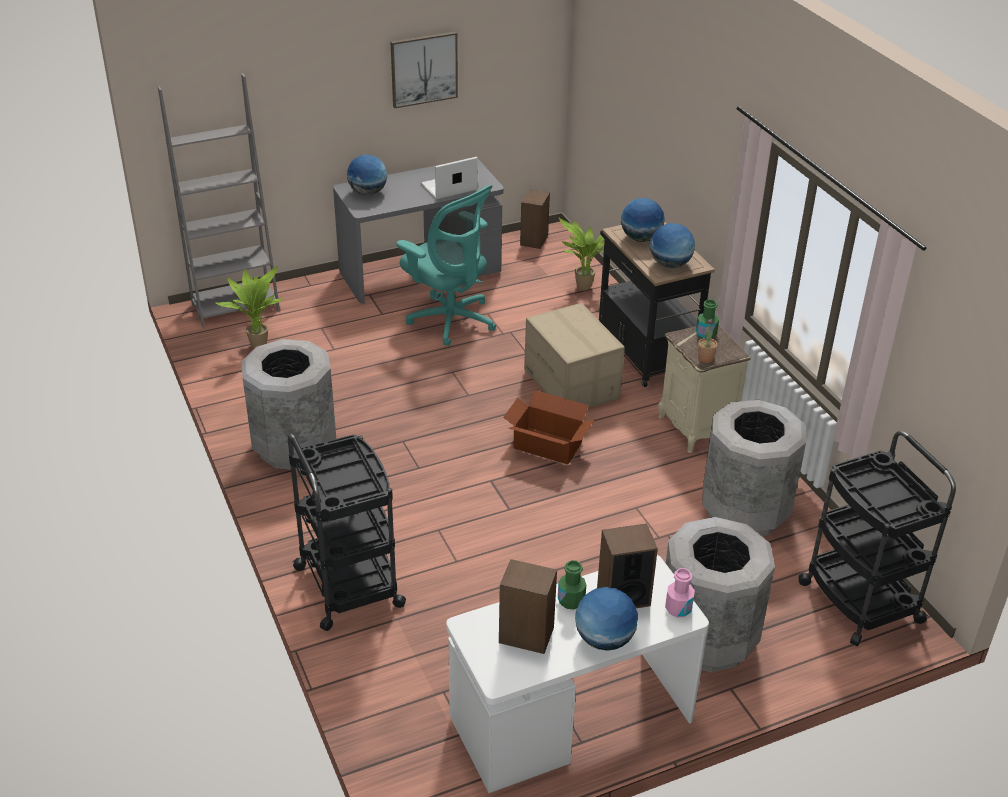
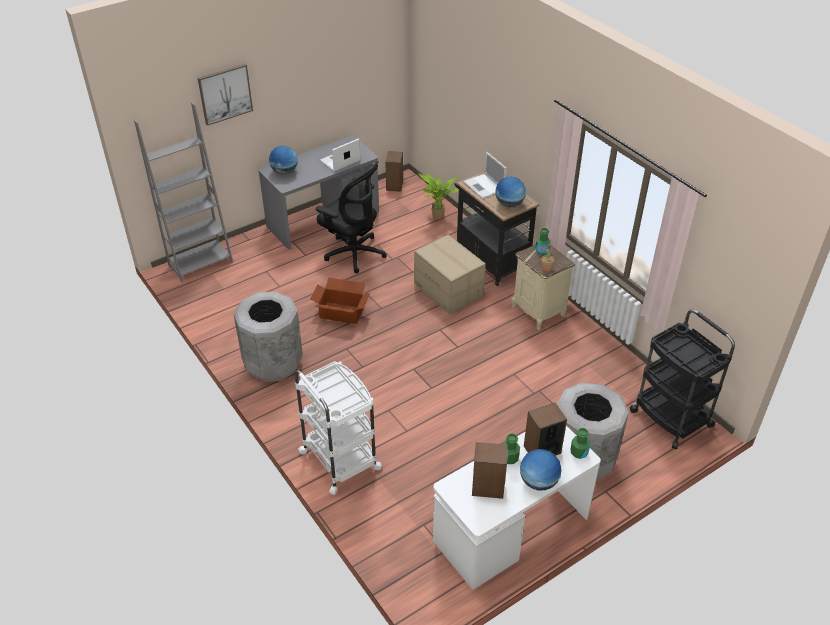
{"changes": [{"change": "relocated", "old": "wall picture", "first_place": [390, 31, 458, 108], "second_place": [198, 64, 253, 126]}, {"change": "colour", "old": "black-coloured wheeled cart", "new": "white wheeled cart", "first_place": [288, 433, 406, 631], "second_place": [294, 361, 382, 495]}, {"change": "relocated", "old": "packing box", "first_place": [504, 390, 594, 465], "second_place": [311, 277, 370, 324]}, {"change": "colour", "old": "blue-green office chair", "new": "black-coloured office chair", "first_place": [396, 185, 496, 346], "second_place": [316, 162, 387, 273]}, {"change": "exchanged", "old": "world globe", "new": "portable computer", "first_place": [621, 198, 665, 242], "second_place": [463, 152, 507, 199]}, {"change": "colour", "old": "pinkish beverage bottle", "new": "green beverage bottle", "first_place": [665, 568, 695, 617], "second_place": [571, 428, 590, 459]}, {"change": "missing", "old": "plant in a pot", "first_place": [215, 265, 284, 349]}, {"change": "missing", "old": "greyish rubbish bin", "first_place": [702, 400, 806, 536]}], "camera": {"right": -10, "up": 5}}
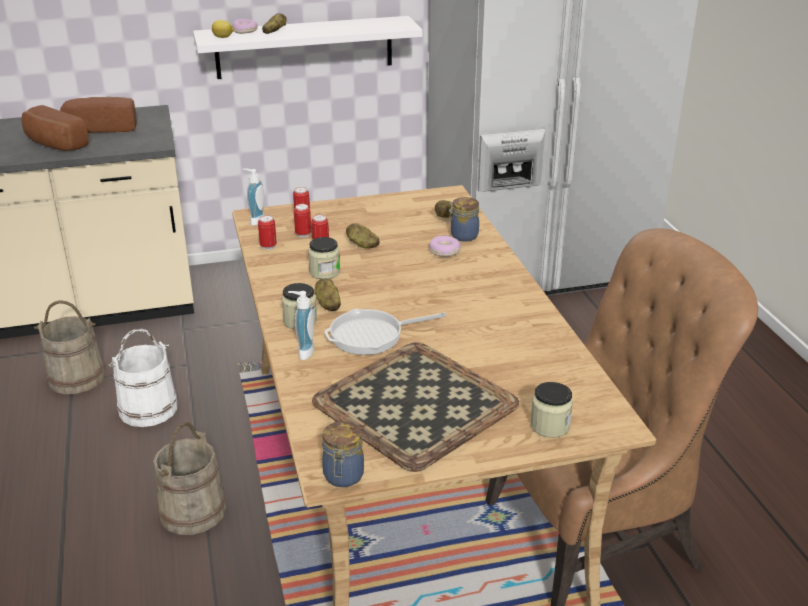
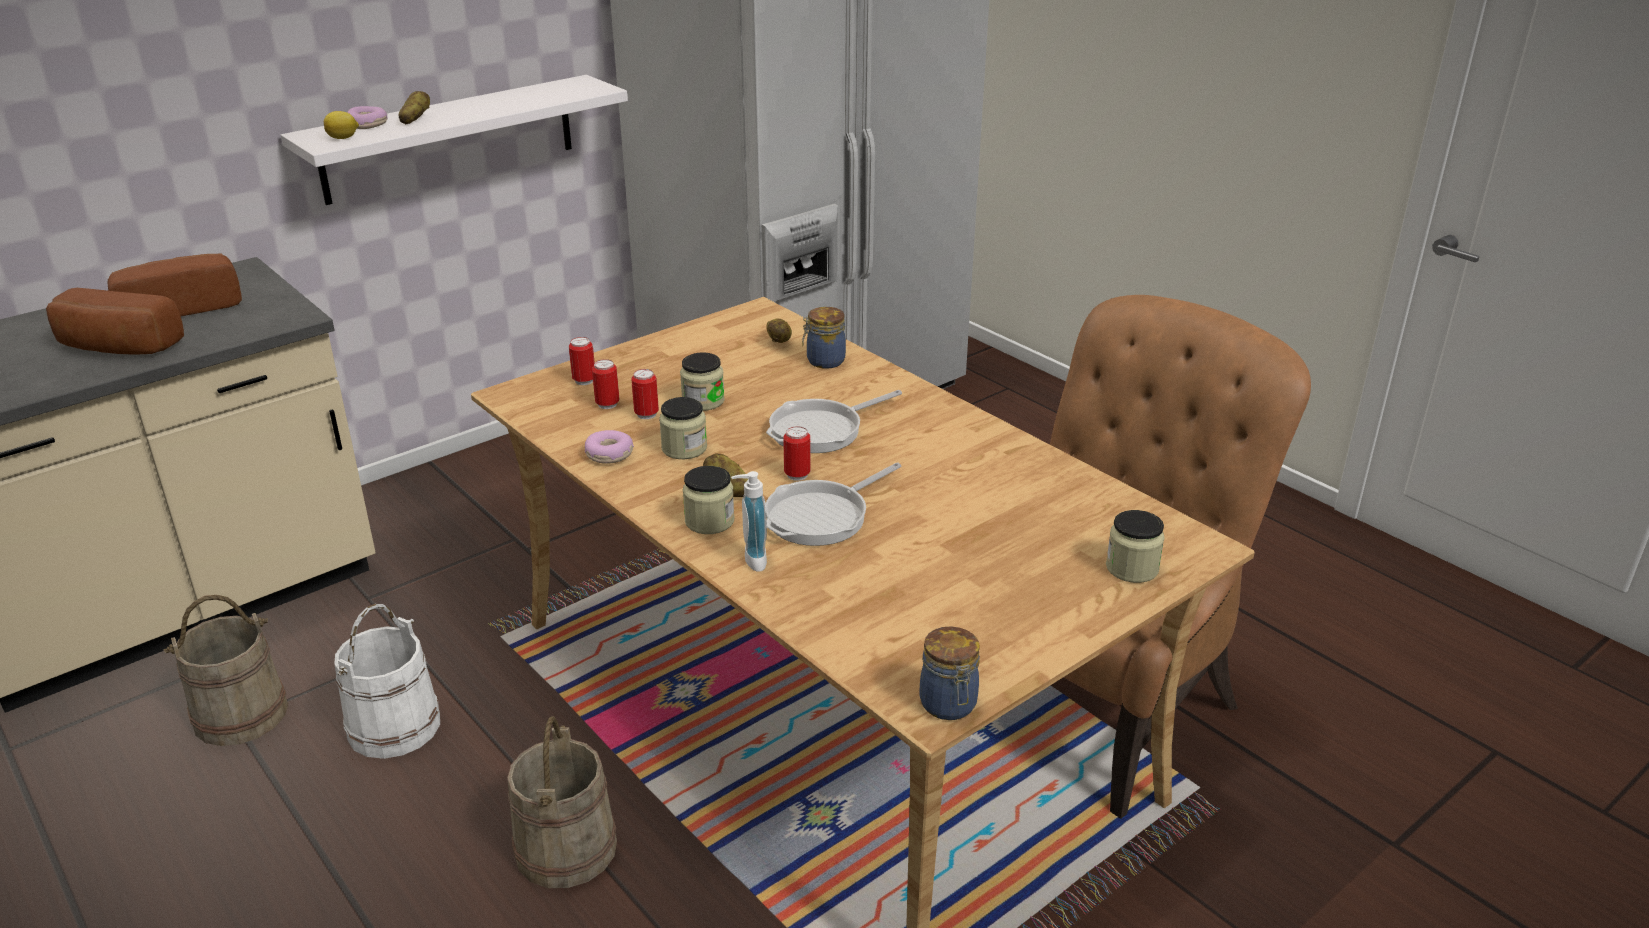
{"changes": [{"change": "relocated", "old": "doughnut", "first_place": [429, 236, 461, 257], "second_place": [585, 430, 634, 464]}, {"change": "exchanged", "old": "potato", "new": "storage jar", "first_place": [346, 223, 380, 248], "second_place": [680, 352, 725, 411]}, {"change": "appeared", "new": "frying pan", "second_place": [766, 390, 902, 453]}, {"change": "relocated", "old": "can", "first_place": [258, 215, 277, 250], "second_place": [783, 426, 811, 481]}, {"change": "missing", "old": "soap dispenser", "first_place": [243, 168, 265, 226]}, {"change": "missing", "old": "tray", "first_place": [312, 342, 519, 472]}], "camera": {"right": -25, "up": 0}}
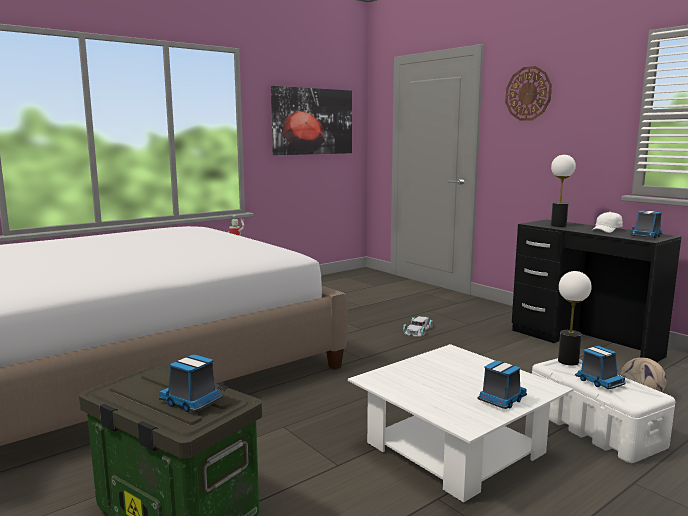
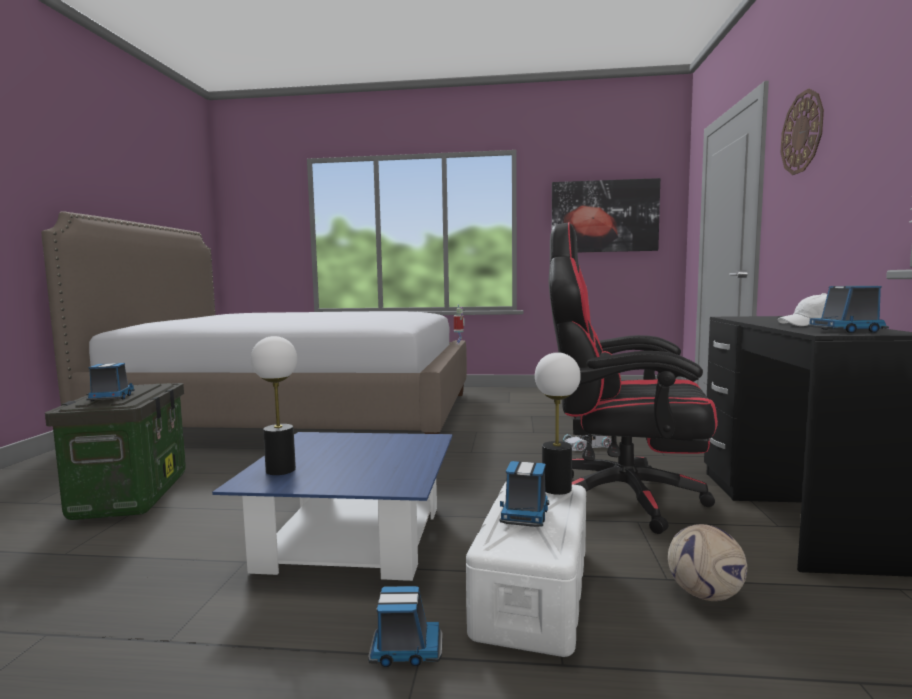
{"changes": [{"change": "colour", "old": "white low table", "new": "blue low table", "first_place": [348, 344, 573, 502], "second_place": [212, 432, 453, 581]}, {"change": "relocated", "old": "table lamp", "first_place": [551, 155, 576, 227], "second_place": [251, 336, 297, 475]}, {"change": "relocated", "old": "toy lorry", "first_place": [477, 360, 527, 409], "second_place": [368, 586, 443, 667]}, {"change": "appeared", "new": "black-coloured office chair", "second_place": [549, 222, 718, 534]}], "camera": {"right": 45, "up": -5}}
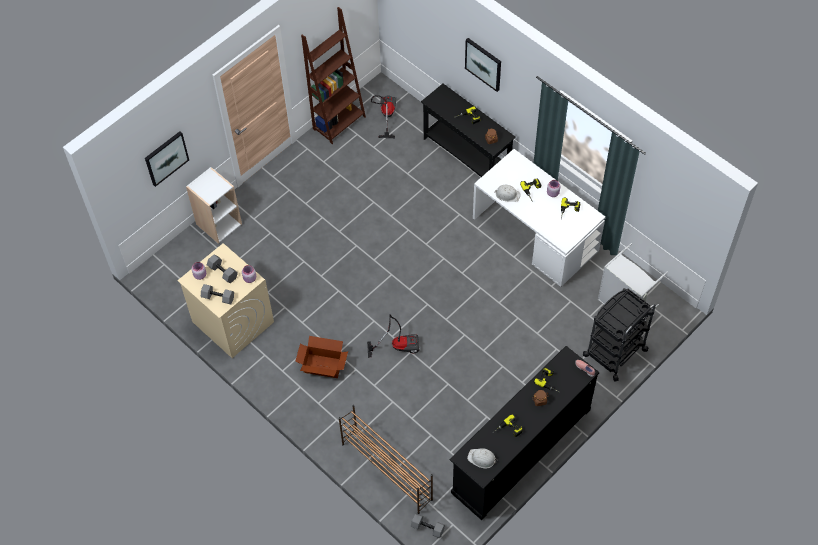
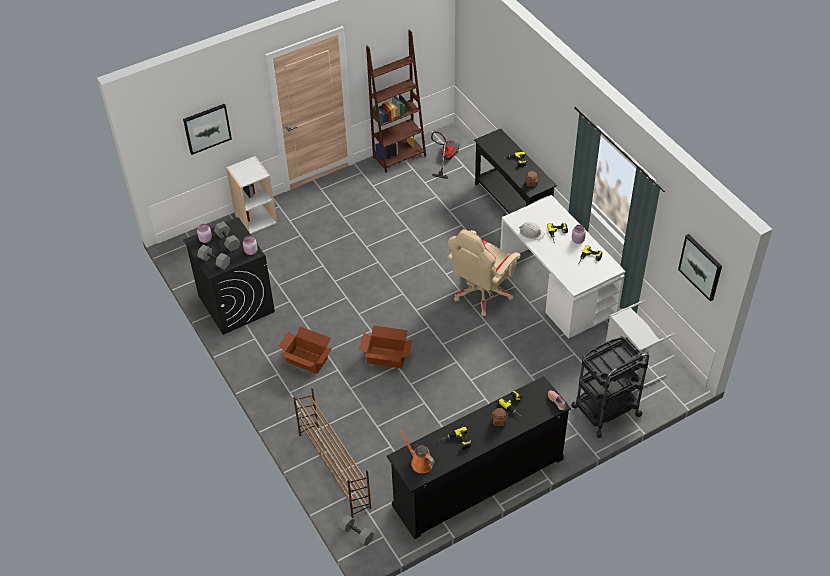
{"changes": [{"change": "colour", "old": "beige laundry machine", "new": "black-coloured laundry machine", "first_place": [177, 243, 274, 358], "second_place": [183, 217, 275, 335]}, {"change": "exchanged", "old": "vacuum", "new": "packing box", "first_place": [367, 314, 420, 358], "second_place": [359, 325, 413, 369]}, {"change": "exchanged", "old": "white work helmet", "new": "orange watering can", "first_place": [467, 448, 496, 468], "second_place": [399, 430, 435, 473]}, {"change": "appeared", "new": "beige office chair", "second_place": [447, 229, 521, 316]}, {"change": "relocated", "old": "wall picture", "first_place": [465, 38, 501, 92], "second_place": [678, 234, 722, 301]}], "camera": {"right": 15, "up": -10}}
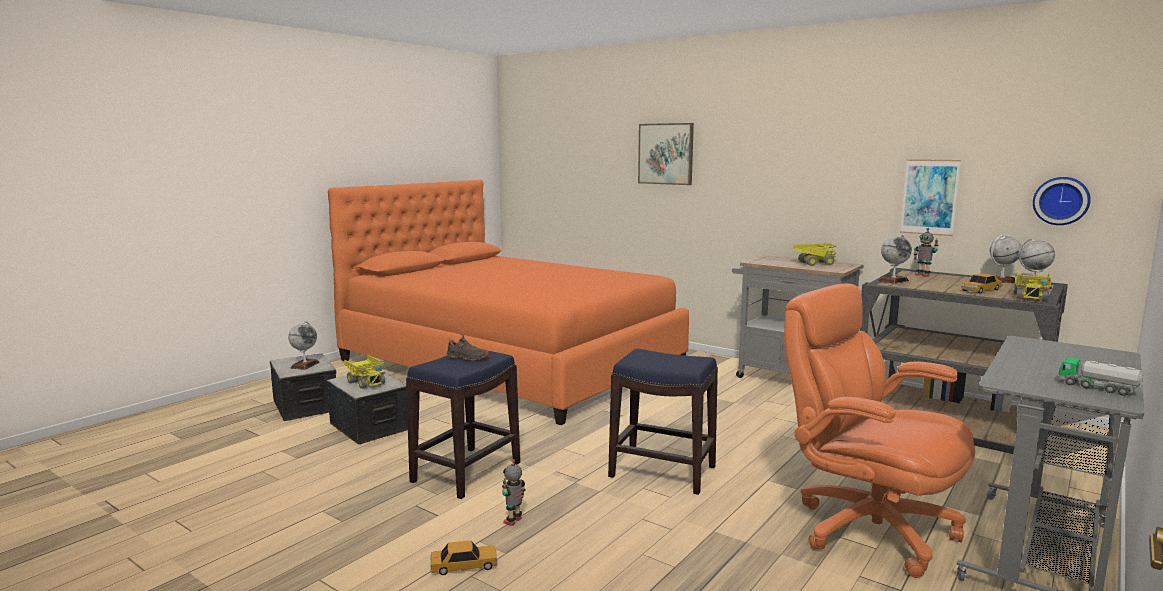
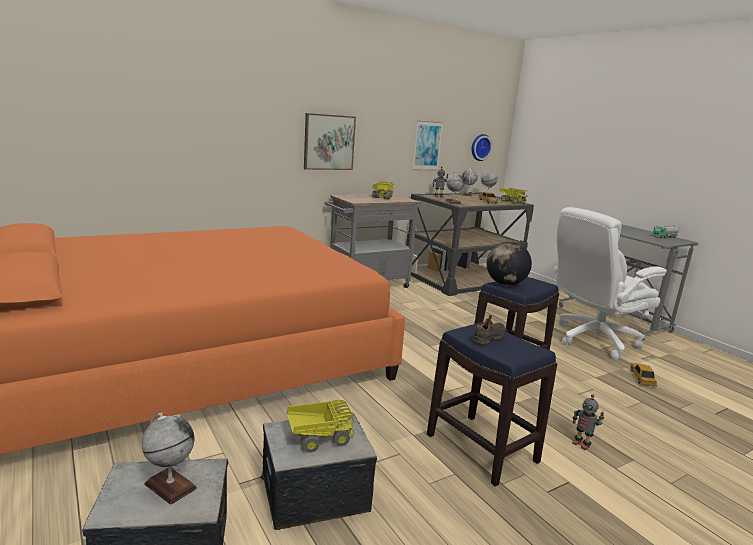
{"changes": [{"change": "relocated", "old": "wall picture", "first_place": [638, 123, 694, 185], "second_place": [304, 113, 356, 170]}, {"change": "appeared", "new": "world globe", "second_place": [487, 242, 532, 286]}, {"change": "colour", "old": "orange office chair", "new": "white office chair", "first_place": [784, 284, 975, 578], "second_place": [554, 207, 667, 360]}, {"change": "relocated", "old": "model car", "first_place": [430, 540, 497, 575], "second_place": [630, 363, 657, 387]}], "camera": {"right": -70, "up": 5}}
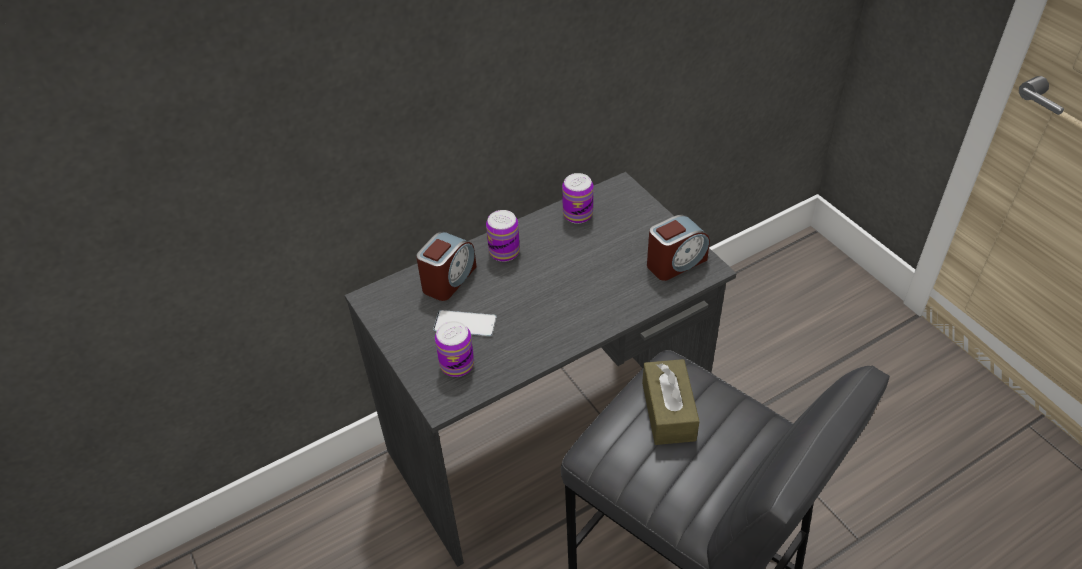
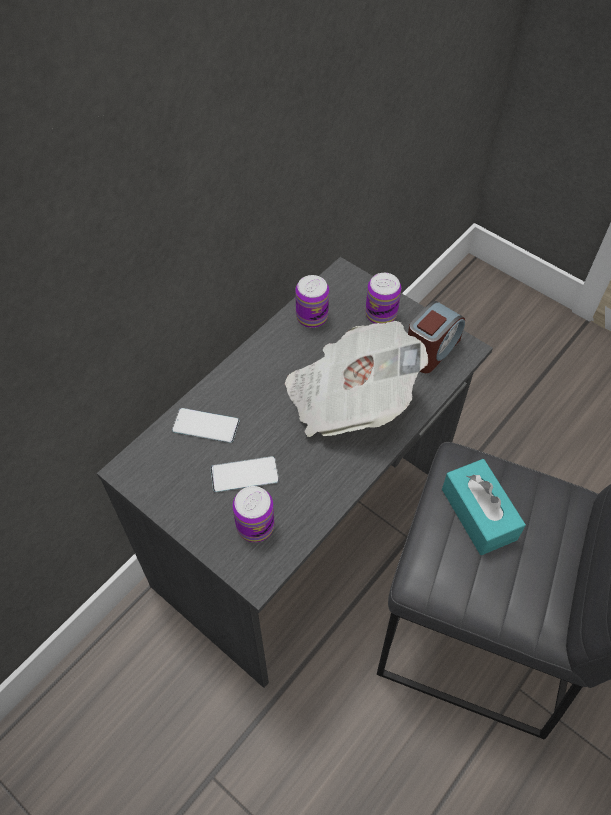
{"changes": [{"change": "exchanged", "old": "bedside clock", "new": "handset", "first_place": [416, 232, 476, 301], "second_place": [172, 408, 240, 443]}, {"change": "appeared", "new": "newspaper", "second_place": [285, 321, 428, 437]}, {"change": "relocated", "old": "can", "first_place": [486, 210, 520, 262], "second_place": [365, 273, 401, 324]}, {"change": "colour", "old": "brownish box of tissues", "new": "blue-green box of tissues", "first_place": [642, 359, 700, 445], "second_place": [442, 459, 526, 555]}], "camera": {"right": -20, "up": 10}}
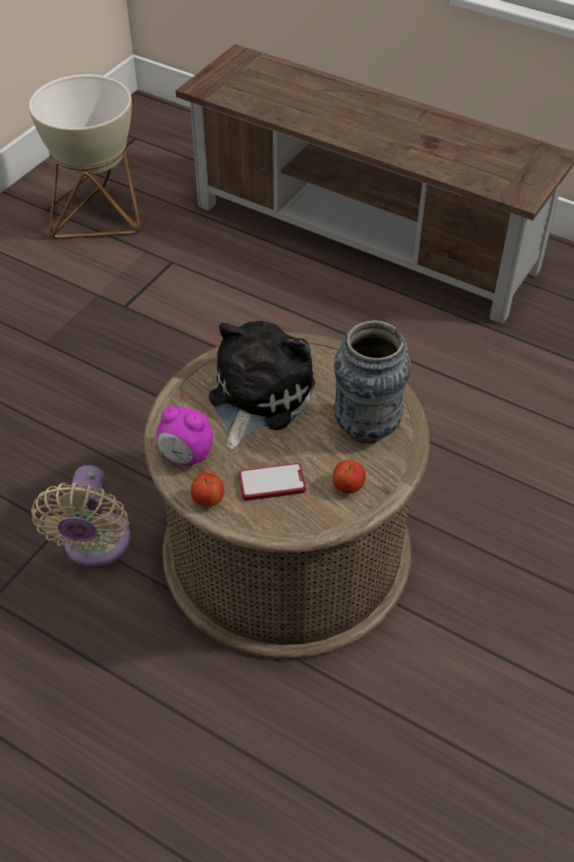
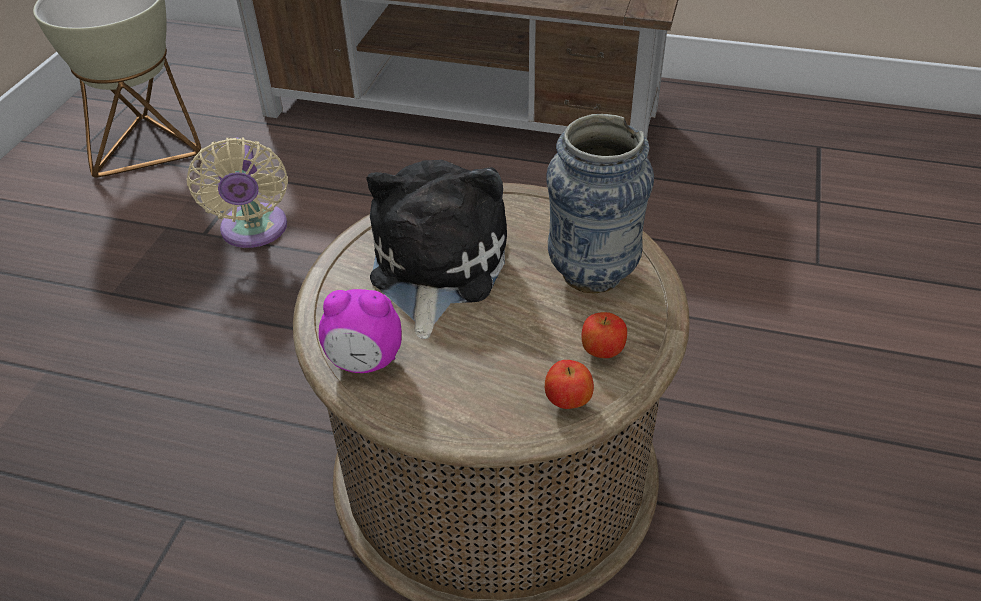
{"changes": [{"change": "relocated", "old": "beige electric fan", "first_place": [31, 465, 131, 568], "second_place": [187, 138, 288, 248]}, {"change": "relocated", "old": "apple", "first_place": [191, 473, 224, 506], "second_place": [545, 360, 594, 409]}, {"change": "missing", "old": "handset", "first_place": [239, 463, 306, 501]}], "camera": {"right": -15, "up": -5}}
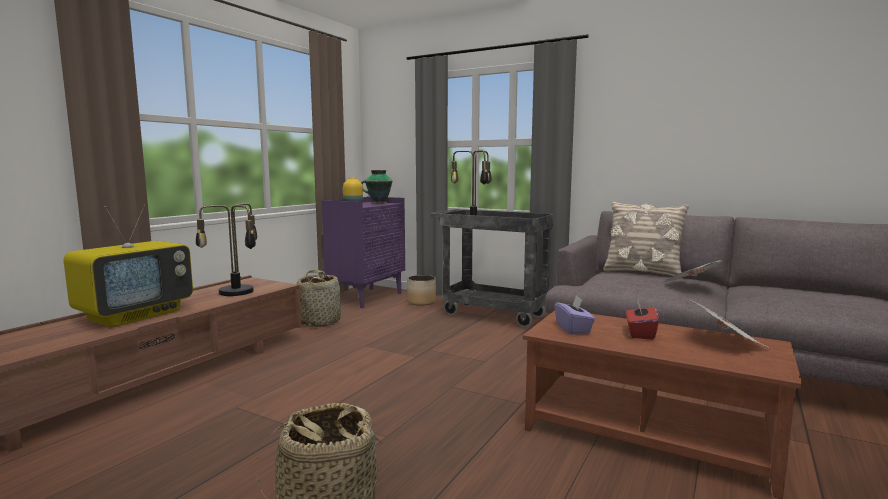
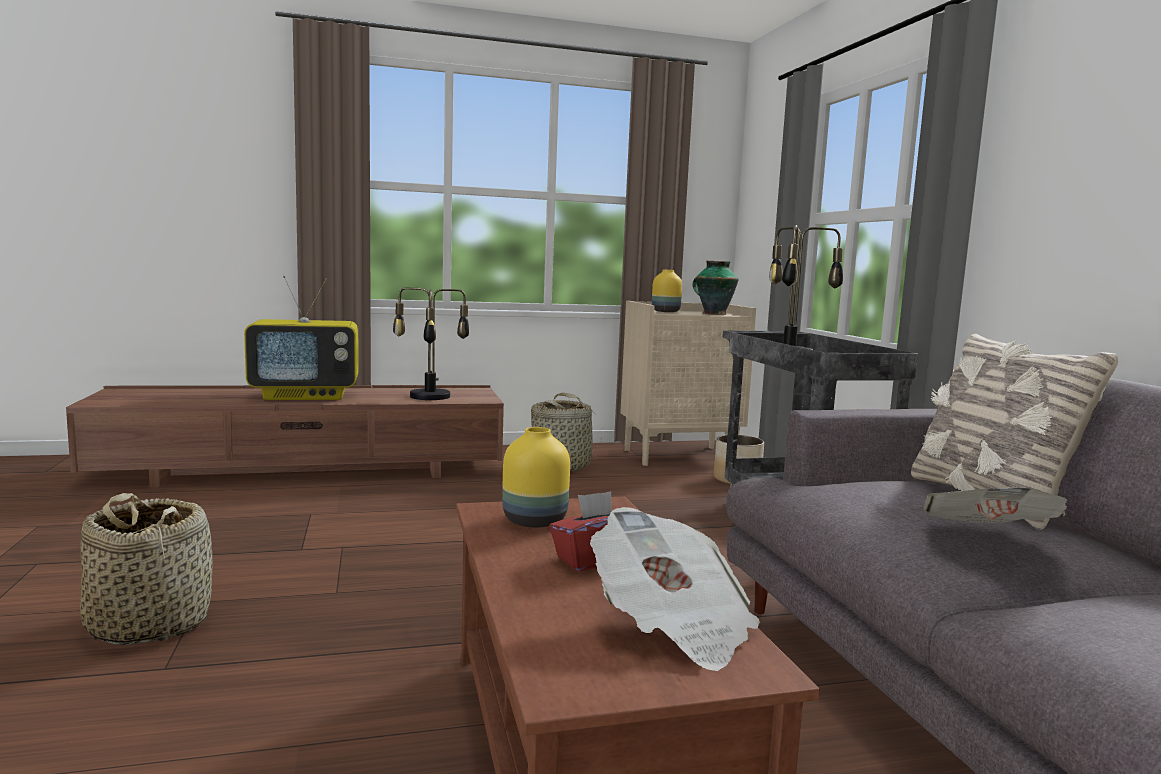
{"changes": [{"change": "exchanged", "old": "purple-coloured box of tissues", "new": "yellowish flower vase", "first_place": [555, 295, 595, 335], "second_place": [502, 427, 570, 527]}, {"change": "colour", "old": "purple-coloured cabinet", "new": "beige cabinet", "first_place": [322, 196, 405, 308], "second_place": [620, 301, 756, 466]}], "camera": {"right": 45, "up": 0}}
